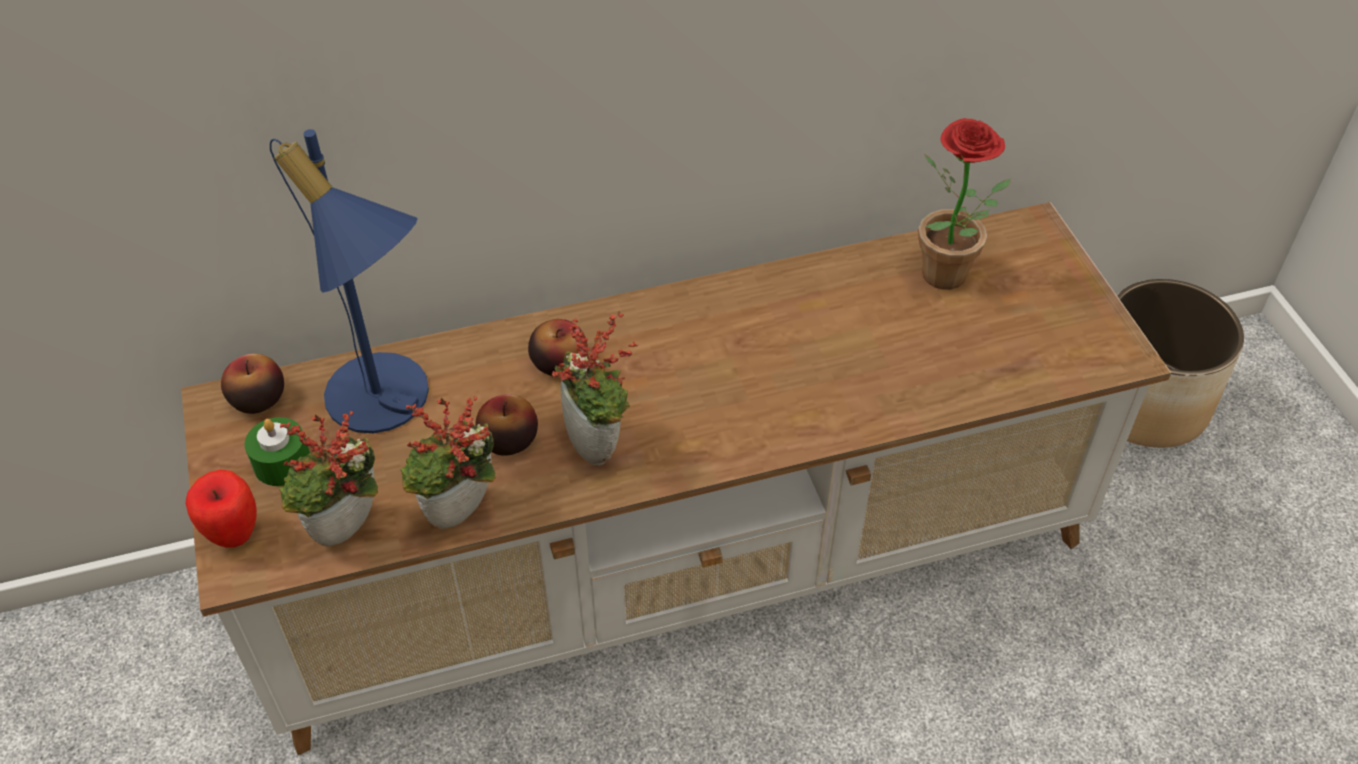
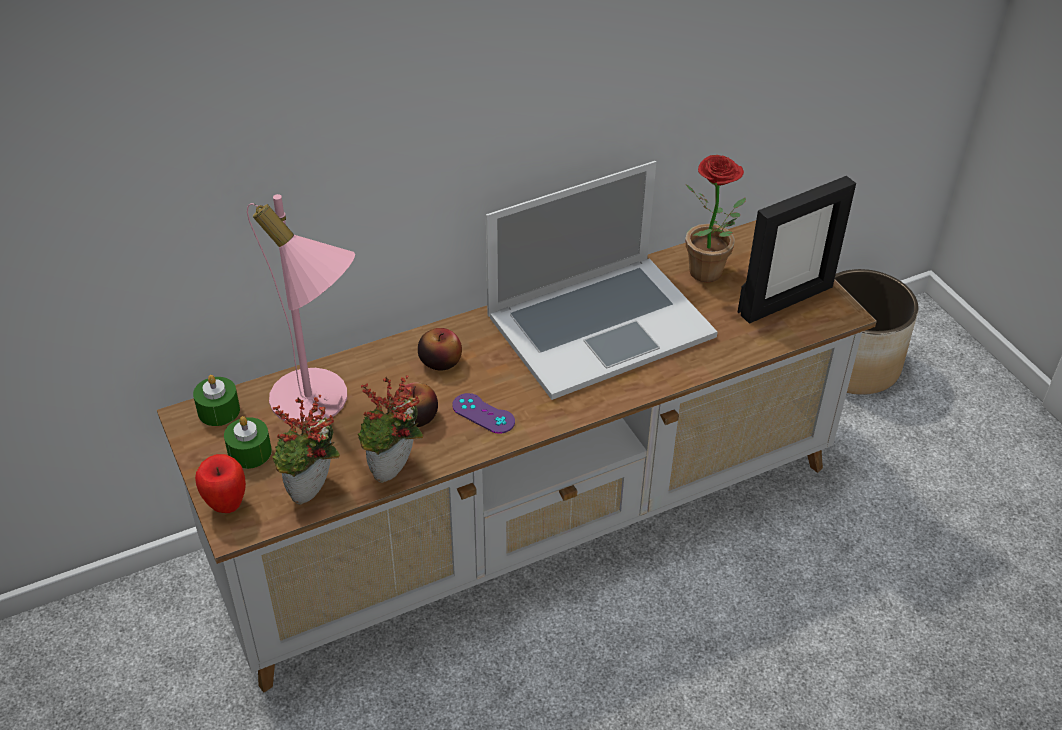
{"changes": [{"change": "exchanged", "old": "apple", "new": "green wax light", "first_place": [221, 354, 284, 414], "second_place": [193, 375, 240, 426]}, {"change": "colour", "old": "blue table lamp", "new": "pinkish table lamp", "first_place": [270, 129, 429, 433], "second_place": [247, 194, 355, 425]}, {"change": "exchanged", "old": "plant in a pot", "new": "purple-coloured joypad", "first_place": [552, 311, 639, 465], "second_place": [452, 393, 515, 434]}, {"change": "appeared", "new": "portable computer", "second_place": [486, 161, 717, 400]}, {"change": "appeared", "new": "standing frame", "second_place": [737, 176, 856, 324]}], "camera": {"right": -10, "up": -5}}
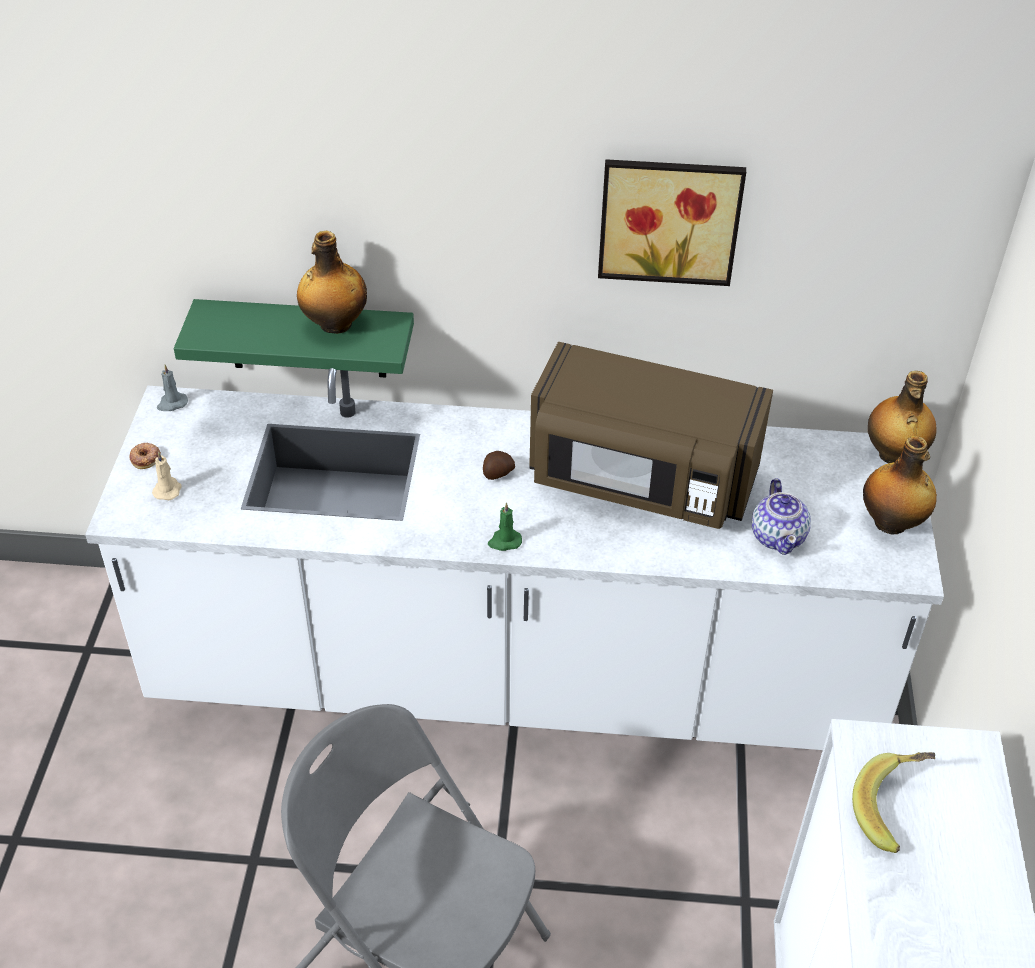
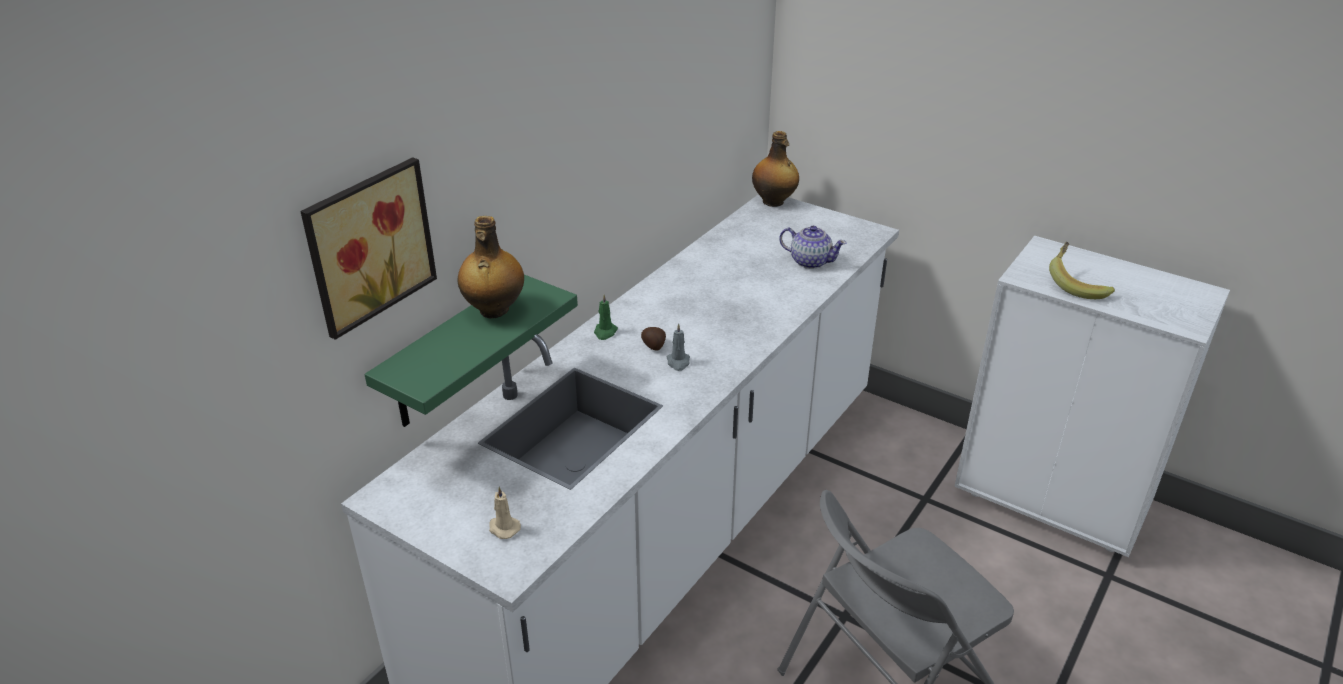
{"changes": [{"change": "relocated", "old": "wall picture", "first_place": [598, 159, 746, 286], "second_place": [300, 157, 437, 340]}, {"change": "relocated", "old": "green wax light", "first_place": [488, 502, 522, 551], "second_place": [594, 295, 618, 340]}, {"change": "relocated", "old": "greyish wax light", "first_place": [157, 365, 188, 411], "second_place": [667, 323, 690, 371]}, {"change": "missing", "old": "doughnut", "first_place": [129, 443, 161, 469]}, {"change": "missing", "old": "brownish microwave oven", "first_place": [529, 342, 773, 529]}, {"change": "missing", "old": "beverage bottle", "first_place": [863, 436, 937, 535]}], "camera": {"right": -60, "up": -10}}
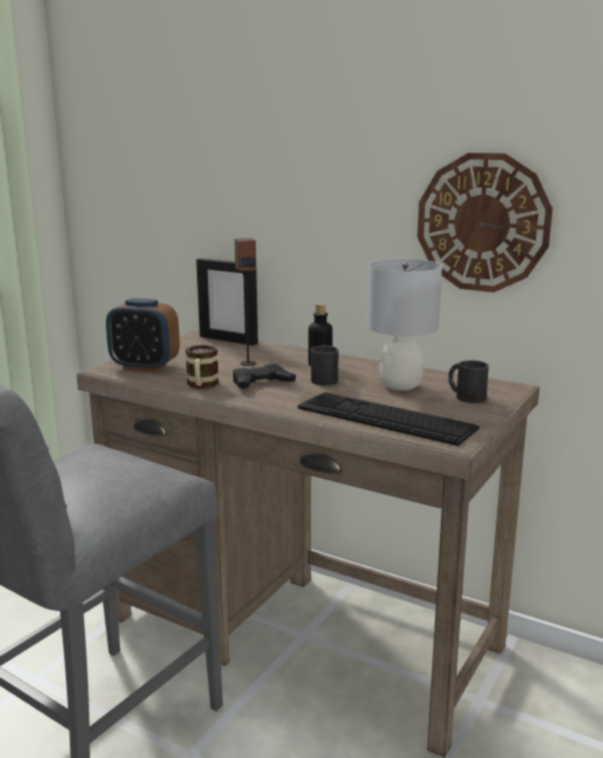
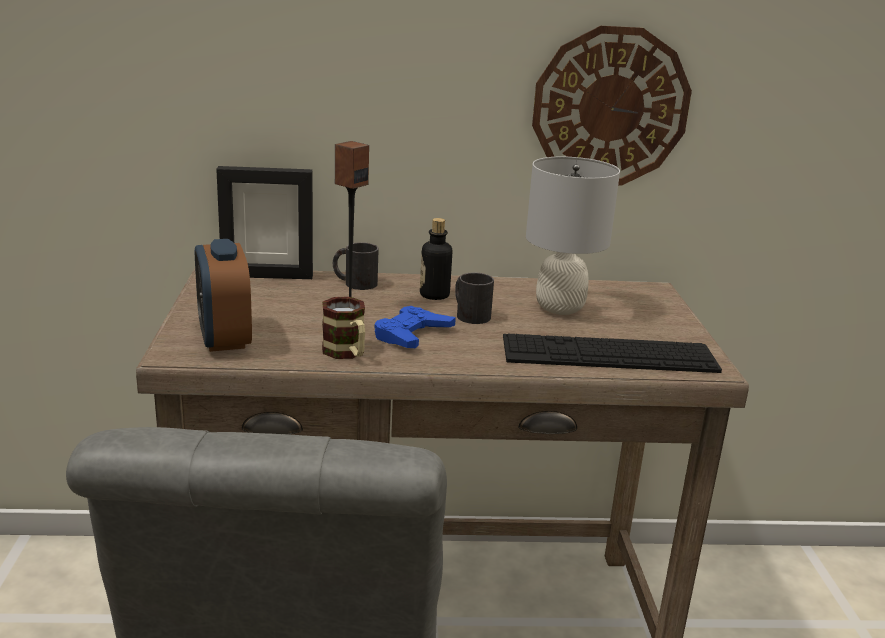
{"changes": [{"change": "spun", "old": "bedside clock", "first_place": [106, 298, 180, 372], "second_place": [195, 239, 252, 352], "degrees": 90}, {"change": "relocated", "old": "black-coloured mug", "first_place": [448, 360, 489, 403], "second_place": [333, 242, 379, 290]}, {"change": "colour", "old": "black-coloured joypad", "new": "blue joypad", "first_place": [233, 364, 296, 389], "second_place": [374, 306, 456, 348]}], "camera": {"right": -35, "up": 5}}
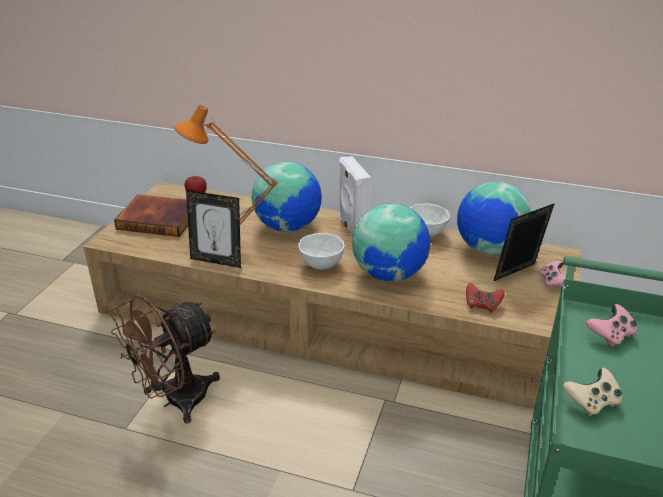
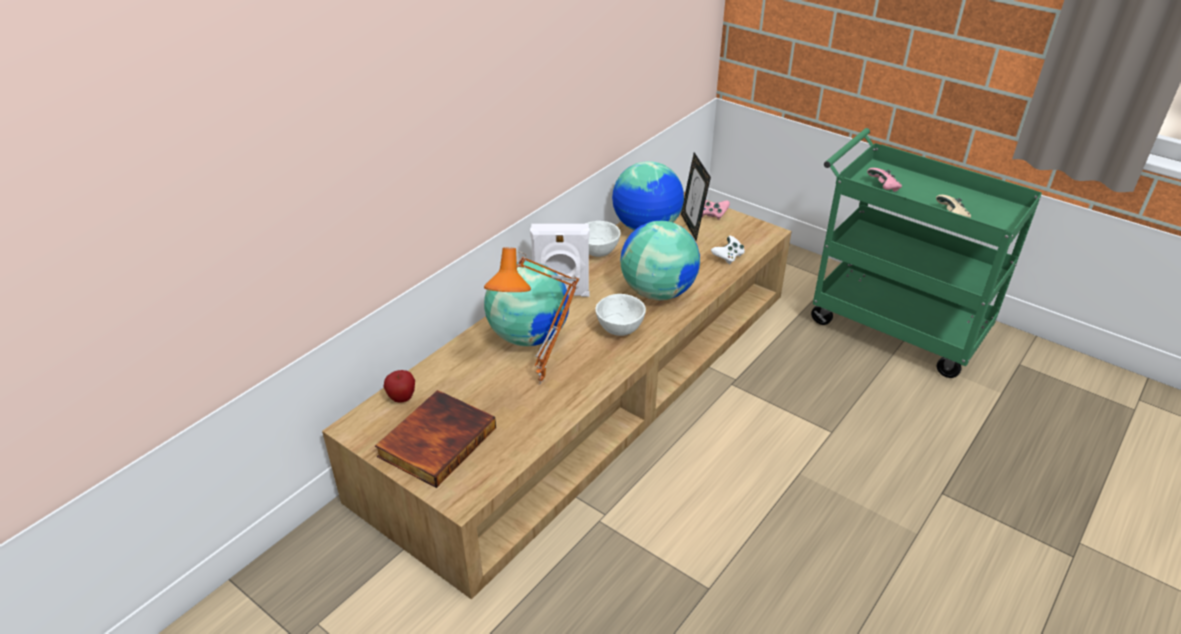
{"changes": [{"change": "colour", "old": "red joypad", "new": "white joypad", "first_place": [466, 283, 505, 313], "second_place": [711, 236, 745, 264]}, {"change": "missing", "old": "brownish electric fan", "first_place": [109, 295, 220, 423]}, {"change": "missing", "old": "standing frame", "first_place": [186, 190, 241, 268]}], "camera": {"right": -70, "up": 5}}
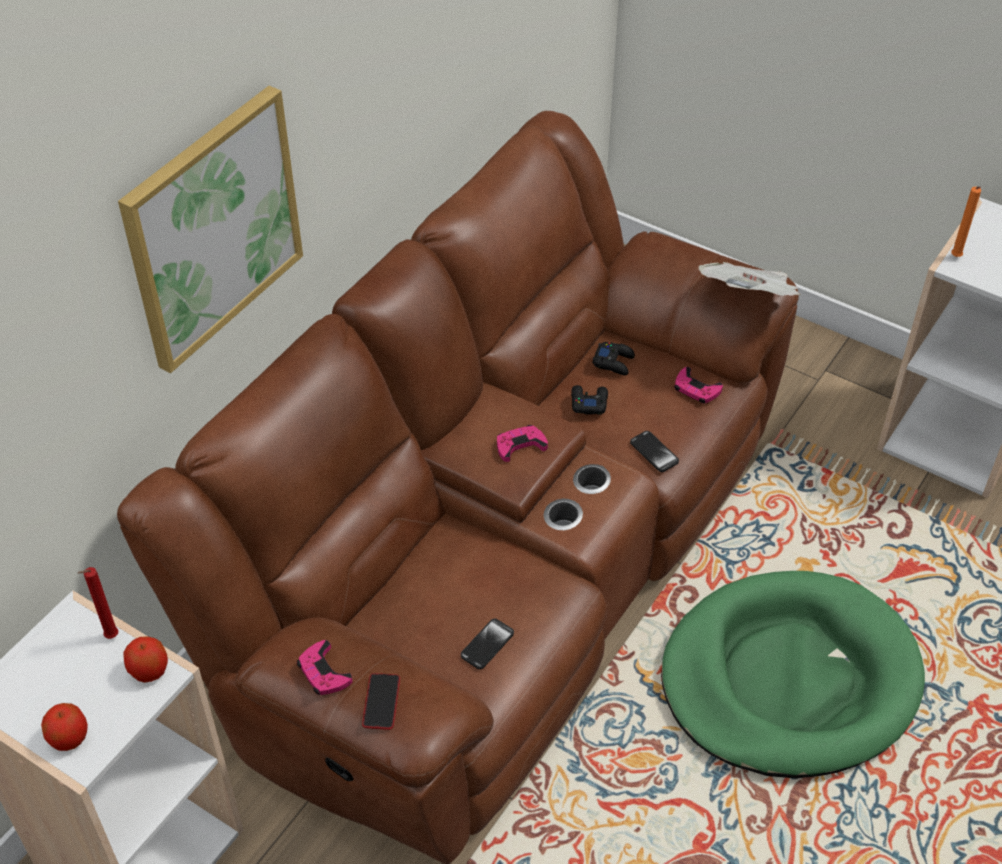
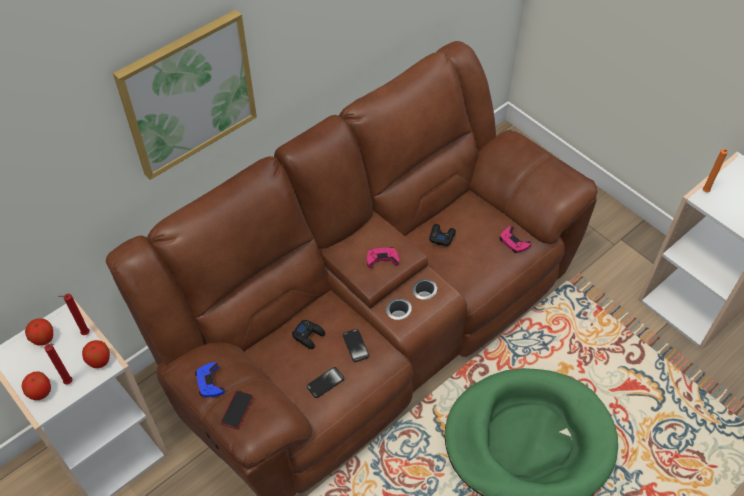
{"changes": [{"change": "appeared", "new": "apple", "second_place": [25, 319, 53, 346]}, {"change": "appeared", "new": "red wax light", "second_place": [44, 344, 73, 385]}, {"change": "colour", "old": "pinkish joypad", "new": "blue joypad", "first_place": [297, 640, 353, 695], "second_place": [195, 362, 225, 397]}, {"change": "relocated", "old": "black-coloured joypad", "first_place": [592, 342, 635, 375], "second_place": [292, 320, 325, 349]}, {"change": "relocated", "old": "handset", "first_place": [630, 431, 679, 472], "second_place": [343, 329, 369, 362]}, {"change": "missing", "old": "newspaper", "first_place": [699, 262, 800, 296]}], "camera": {"right": 15, "up": 5}}
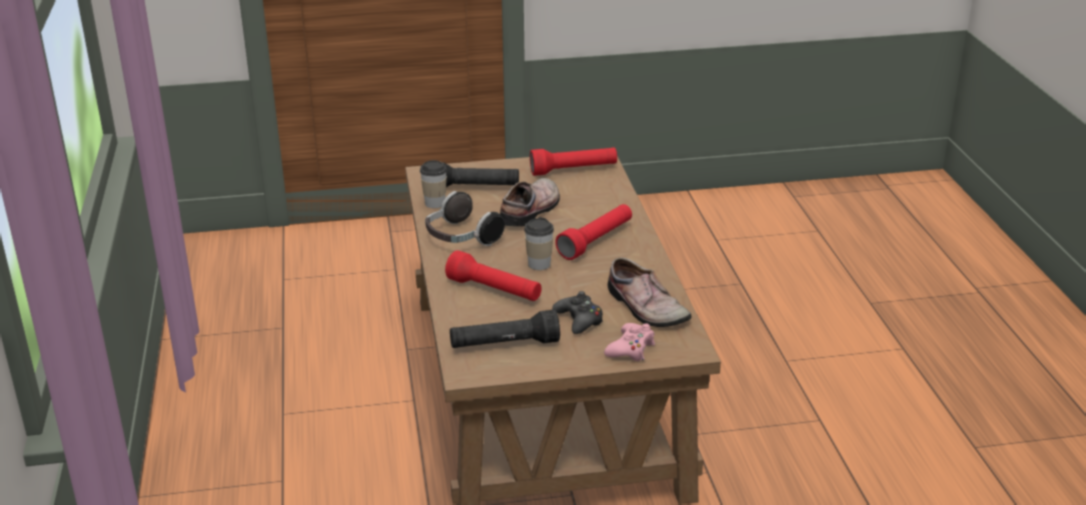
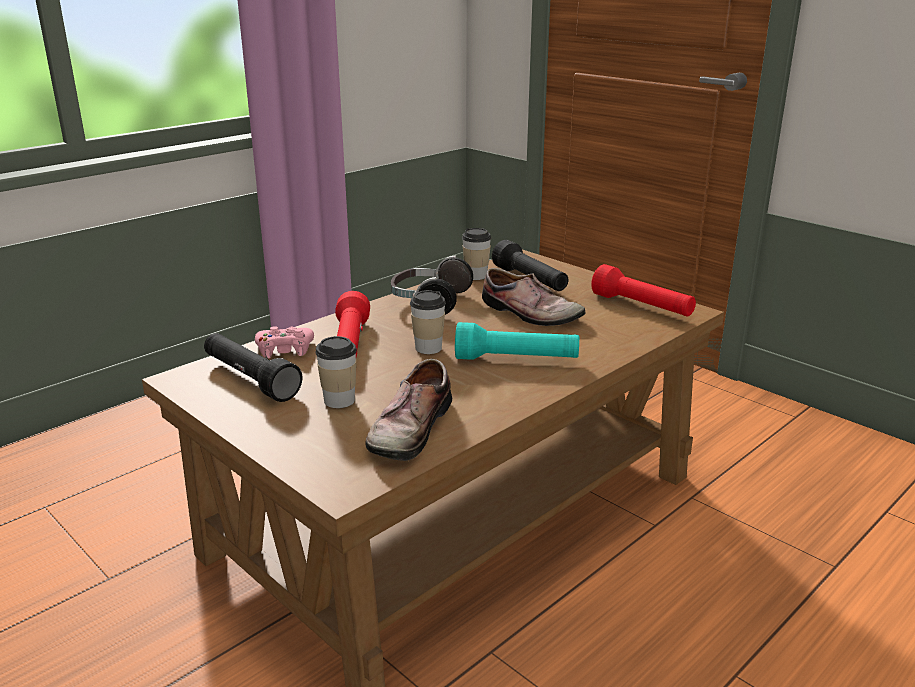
{"changes": [{"change": "relocated", "old": "pinkish joypad", "first_place": [604, 323, 655, 361], "second_place": [255, 326, 314, 358]}, {"change": "exchanged", "old": "black-coloured joypad", "new": "drinking cup", "first_place": [552, 291, 603, 334], "second_place": [315, 336, 357, 408]}, {"change": "colour", "old": "red hand torch", "new": "blue-green hand torch", "first_place": [555, 204, 632, 260], "second_place": [455, 322, 579, 360]}, {"change": "spun", "old": "item of footwear", "first_place": [500, 178, 560, 227], "second_place": [482, 268, 586, 326], "degrees": 45}], "camera": {"right": 55, "up": -5}}
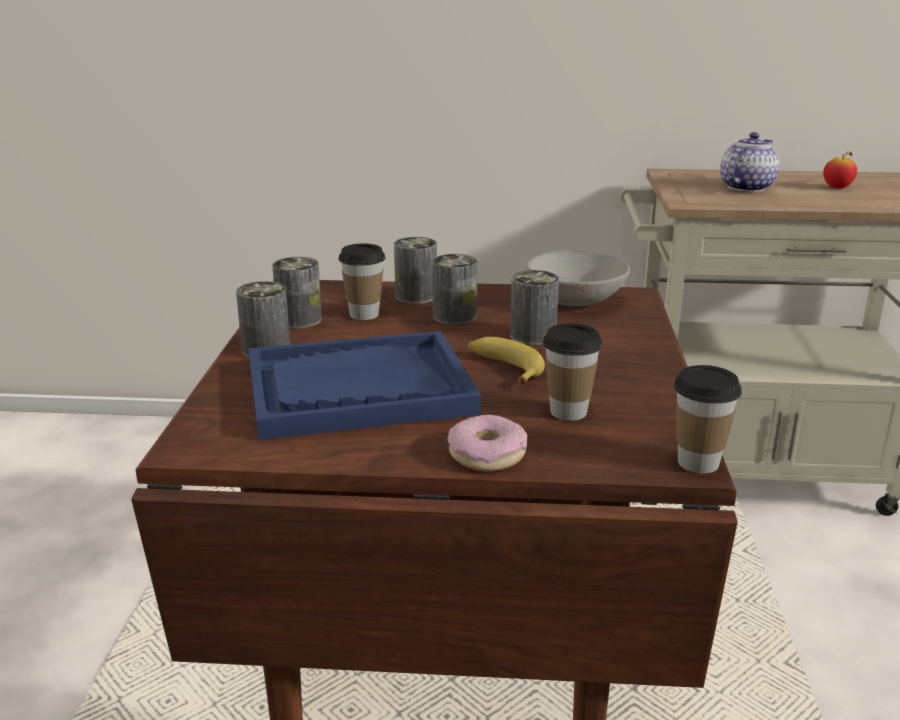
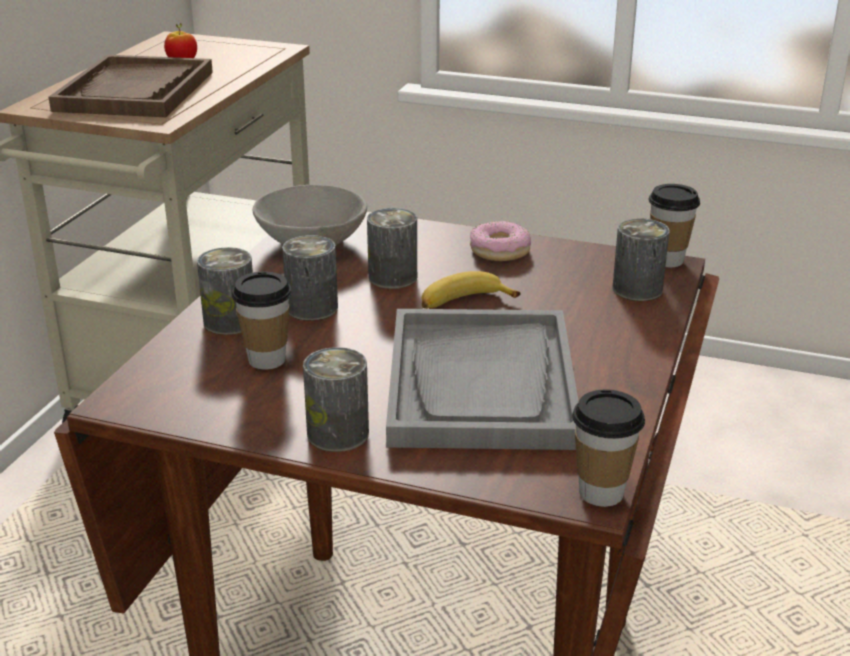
{"changes": [{"change": "exchanged", "old": "teapot", "new": "brownish tray", "first_place": [720, 132, 779, 192], "second_place": [49, 55, 213, 117]}, {"change": "colour", "old": "blue tray", "new": "greyish tray", "first_place": [248, 331, 481, 440], "second_place": [386, 309, 579, 450]}, {"change": "relocated", "old": "doughnut", "first_place": [447, 415, 527, 471], "second_place": [470, 221, 531, 261]}, {"change": "relocated", "old": "drinking cup", "first_place": [543, 323, 603, 421], "second_place": [572, 389, 645, 507]}, {"change": "relocated", "old": "can", "first_place": [272, 257, 322, 329], "second_place": [612, 218, 670, 301]}], "camera": {"right": -75, "up": 5}}
